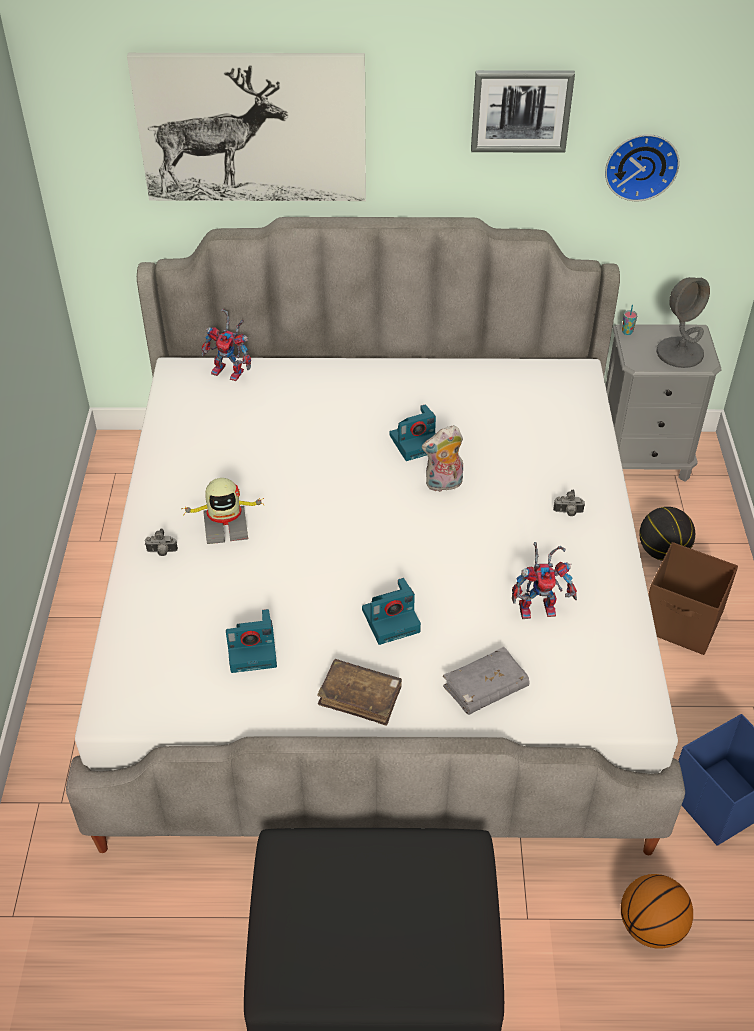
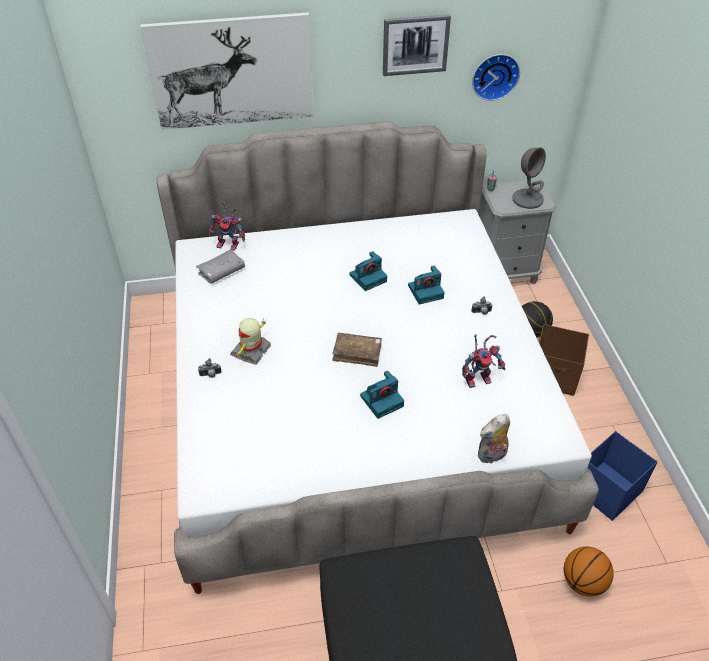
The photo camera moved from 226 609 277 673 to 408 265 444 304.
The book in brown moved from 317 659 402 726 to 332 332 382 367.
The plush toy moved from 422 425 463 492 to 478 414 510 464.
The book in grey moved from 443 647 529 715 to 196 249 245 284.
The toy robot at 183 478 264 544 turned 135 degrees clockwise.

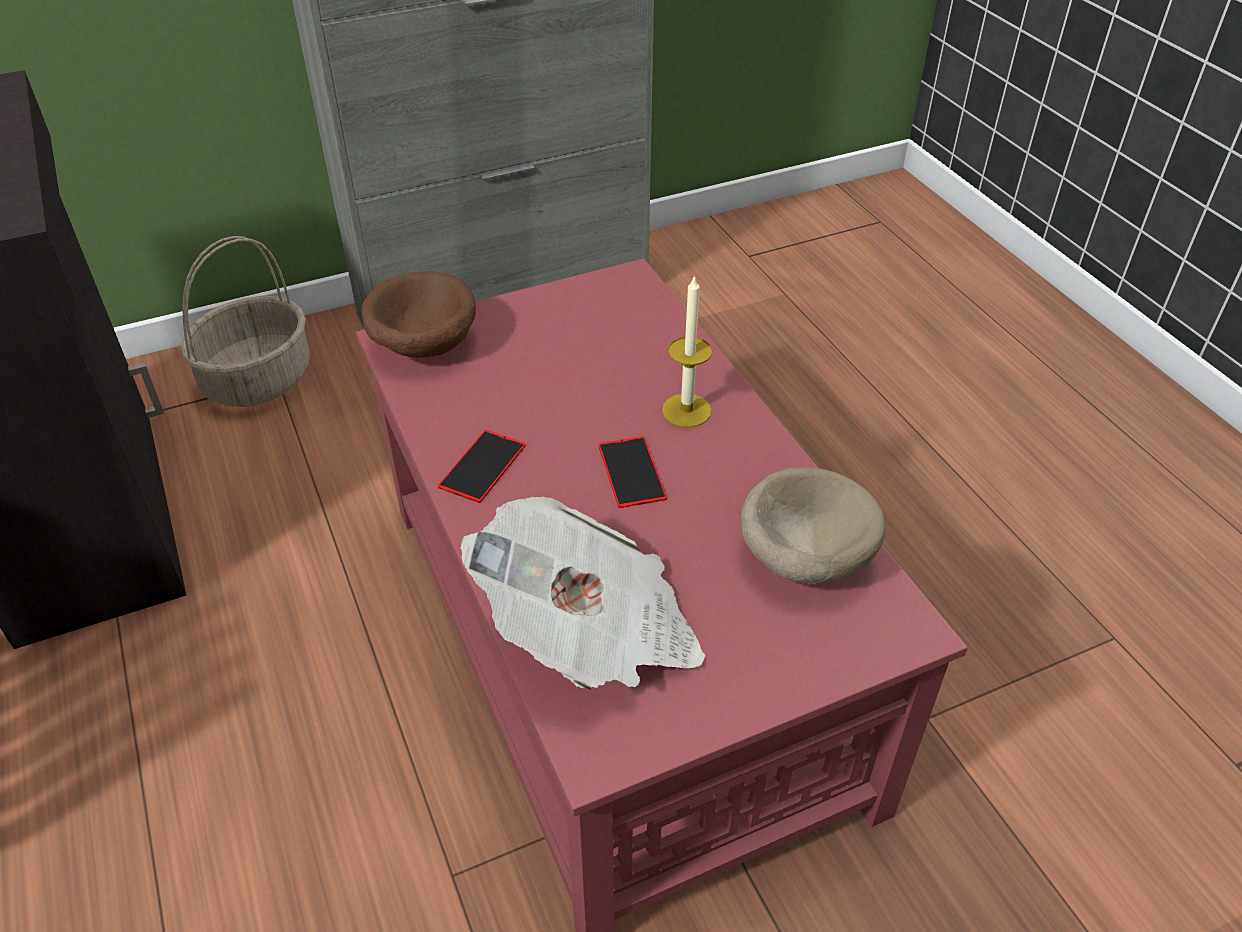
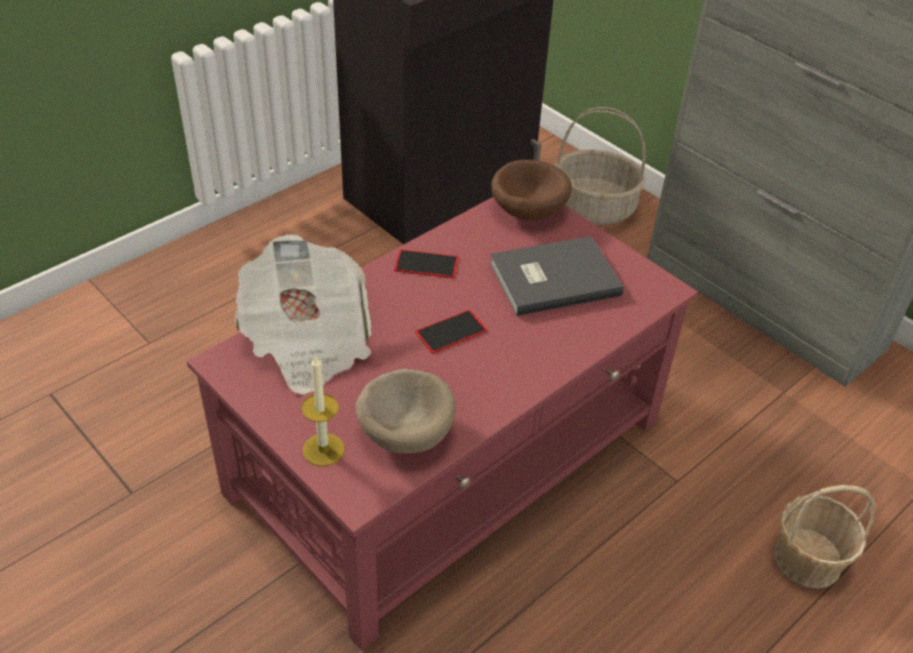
The book in grey at 490 236 623 316 appeared.
The basket at 775 485 876 589 appeared.
The candle moved from 662 275 712 427 to 301 355 345 466.

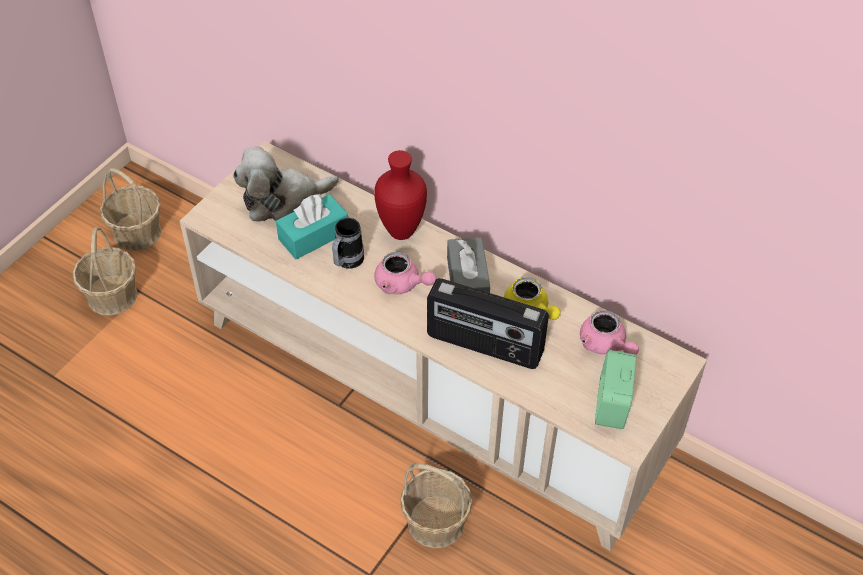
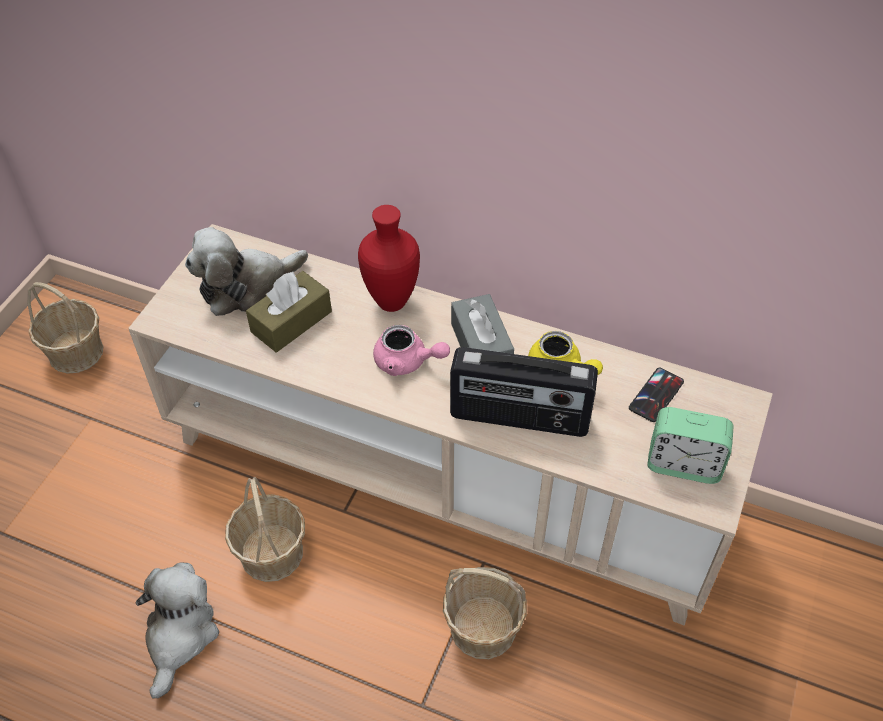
The mug at 332 218 364 269 disappeared.
The plush toy at 135 562 219 699 appeared.
The basket moved from 73 227 137 316 to 225 477 305 582.
The teapot in pink at 580 310 639 355 was replaced by the phone at 629 367 684 422.
The tissue box in turquoise at 276 194 348 259 became the tissue box in brown at 246 271 332 352.
The alarm clock at 595 350 637 429 turned 75 degrees counterclockwise.

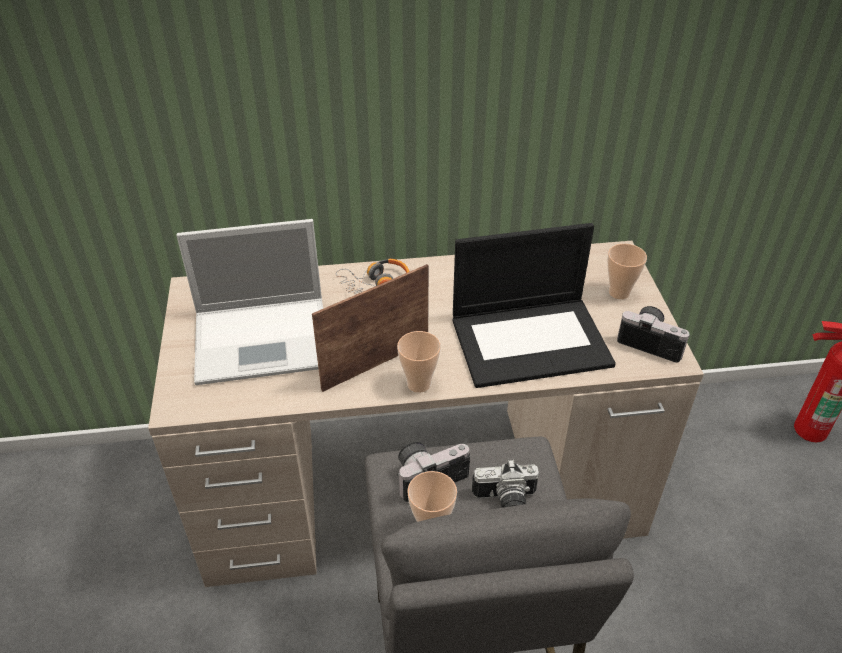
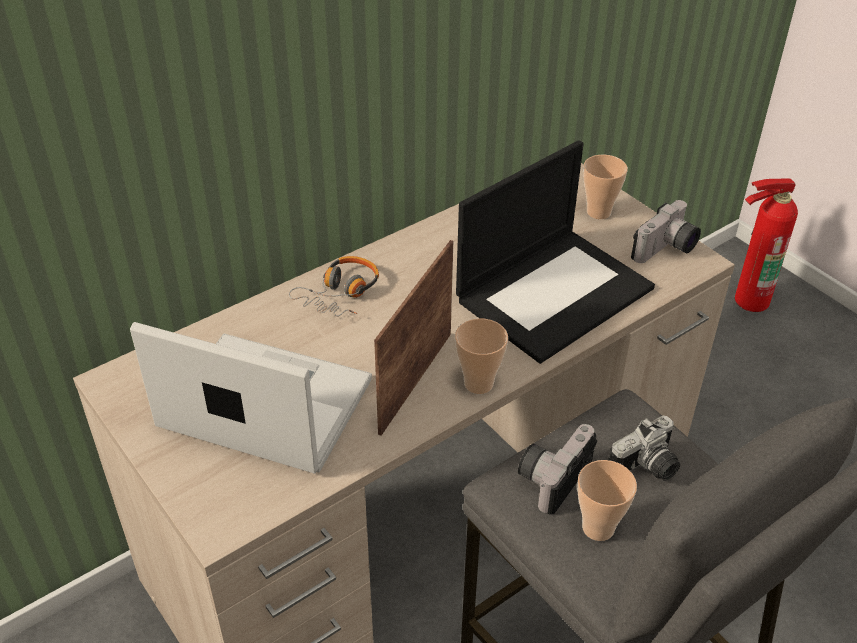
The laptop at 176 219 323 385 turned 120 degrees counterclockwise.
The photo camera at 617 306 690 363 turned 135 degrees clockwise.

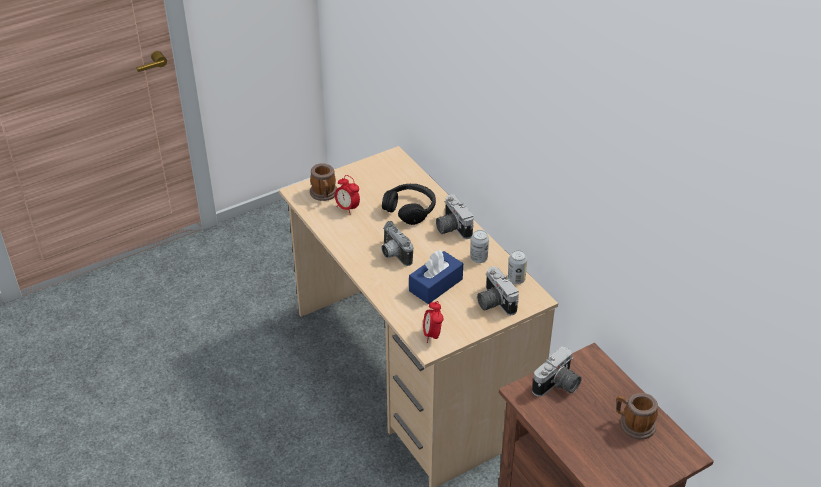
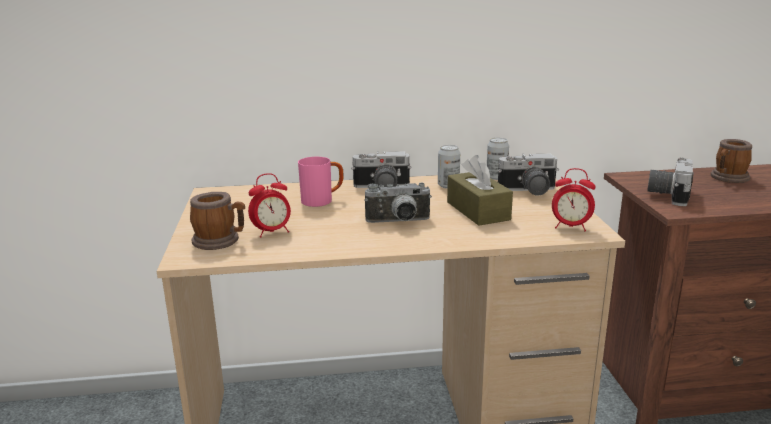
The headphones in black at 382 184 436 225 was replaced by the mug in pink at 298 157 344 207.
The tissue box in blue at 409 250 463 304 became the tissue box in brown at 447 155 513 226.
The photo camera at 532 347 582 397 turned 135 degrees counterclockwise.

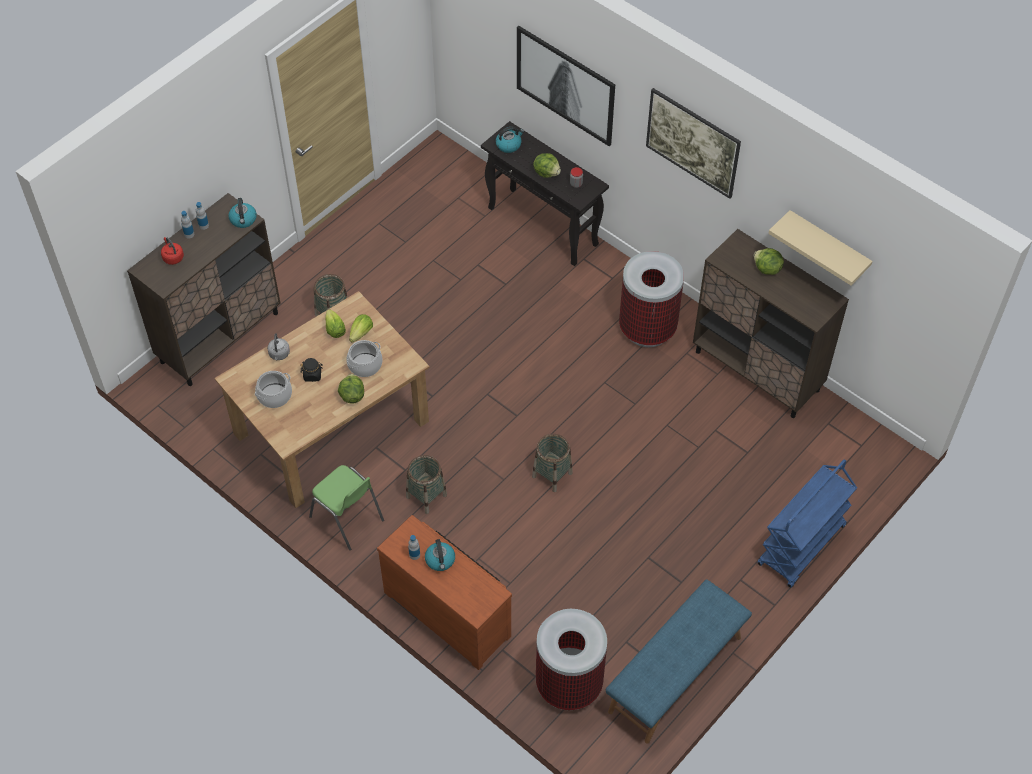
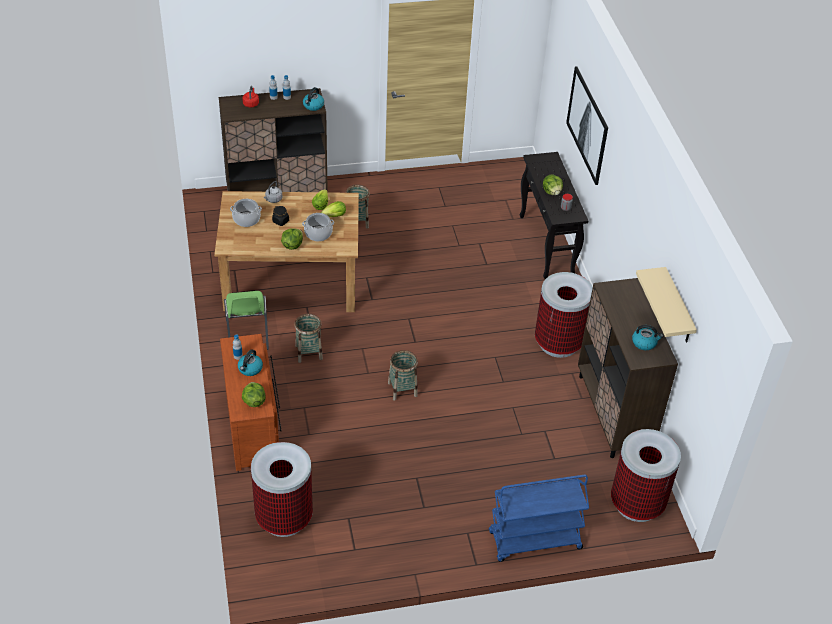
The bench in blue at 606 579 752 744 disappeared.
The picture at 646 88 741 199 disappeared.
The trash can at 611 429 681 522 appeared.
The kettle moved from 496 127 524 153 to 632 325 663 350.
The lettuce moved from 754 248 784 275 to 242 382 266 407.

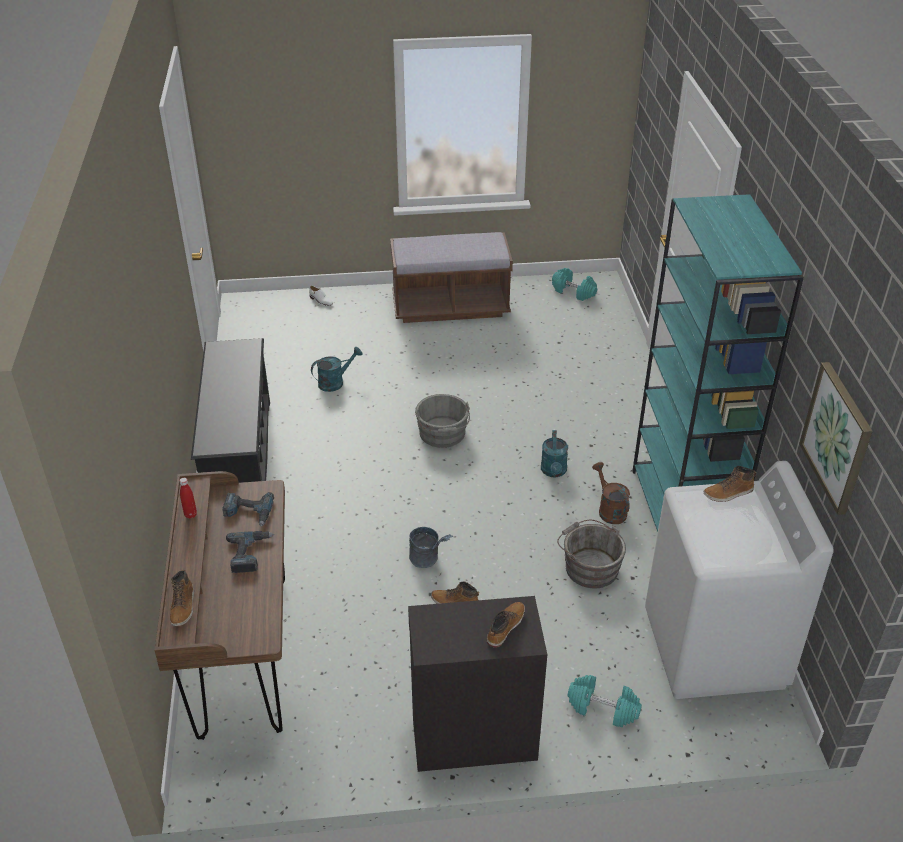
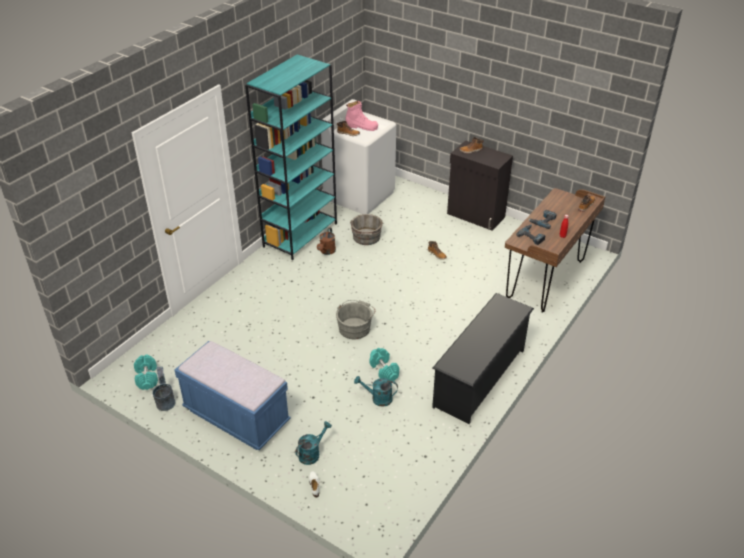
The picture at 799 362 873 515 disappeared.
The boot in pink at 345 101 378 131 appeared.
The bucket in grey moved from 409 527 453 568 to 152 366 176 411.
The watering can in turquoise moved from 541 430 568 477 to 295 421 332 465.
The dumbbell in turquoise moved from 567 675 642 727 to 370 348 399 381.
The bench in brown at 390 232 513 323 became the bench in blue at 175 341 291 450.

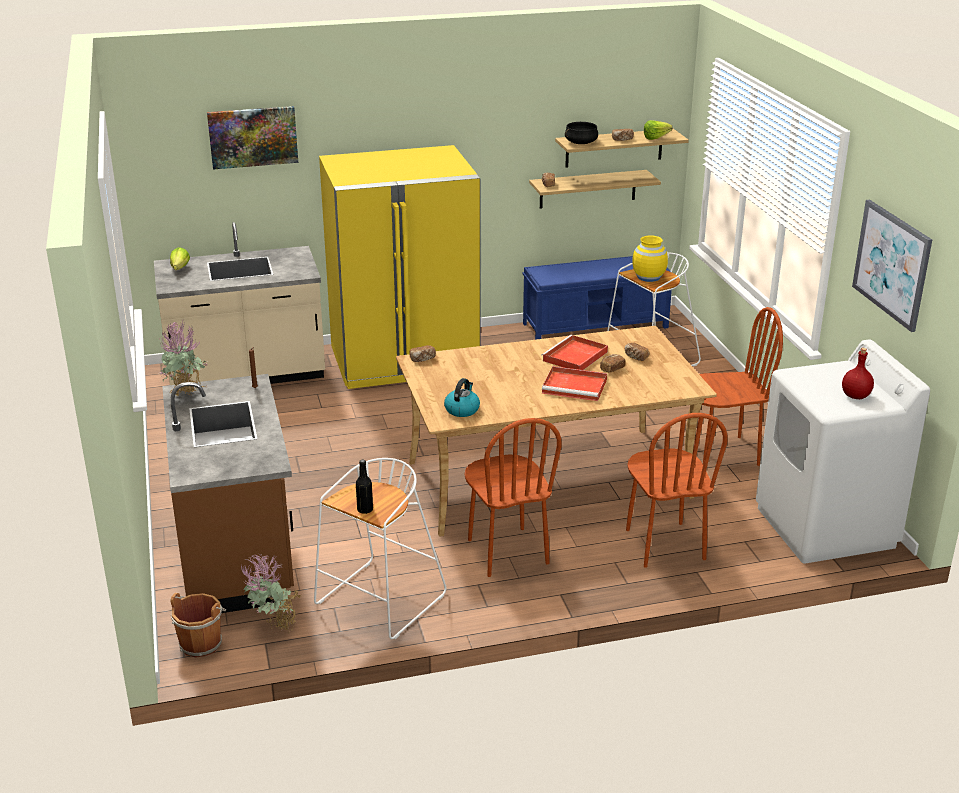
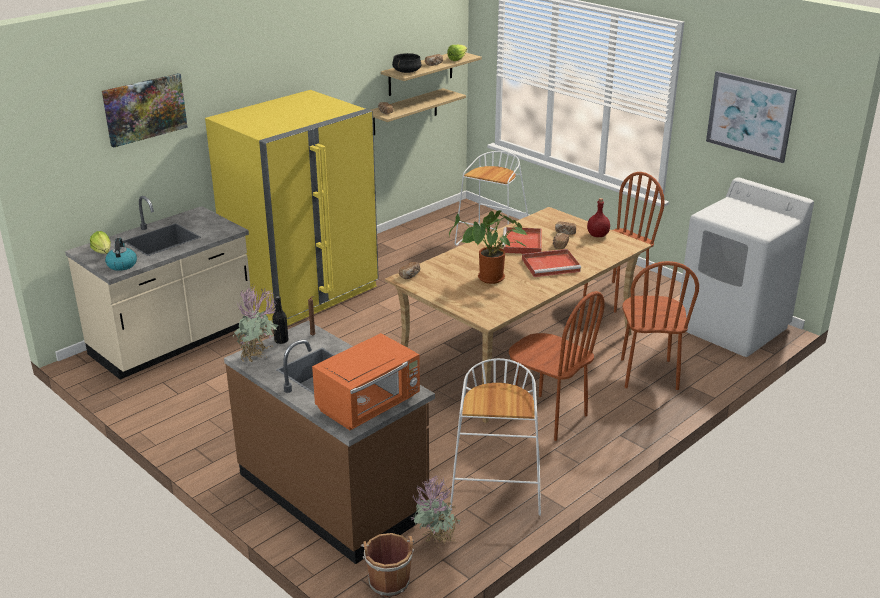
The bench in blue at 522 256 672 340 disappeared.
The vase in yellow at 632 235 668 282 disappeared.
The microwave in orange at 312 333 420 430 appeared.
The potted plant at 449 210 527 284 appeared.
The bottle in black moved from 356 460 373 514 to 272 296 289 344.
The kettle moved from 444 378 480 417 to 105 238 137 271.
The bottle in red moved from 842 348 874 399 to 587 198 610 237.
The chair in brown at 626 413 728 568 turned 45 degrees clockwise.

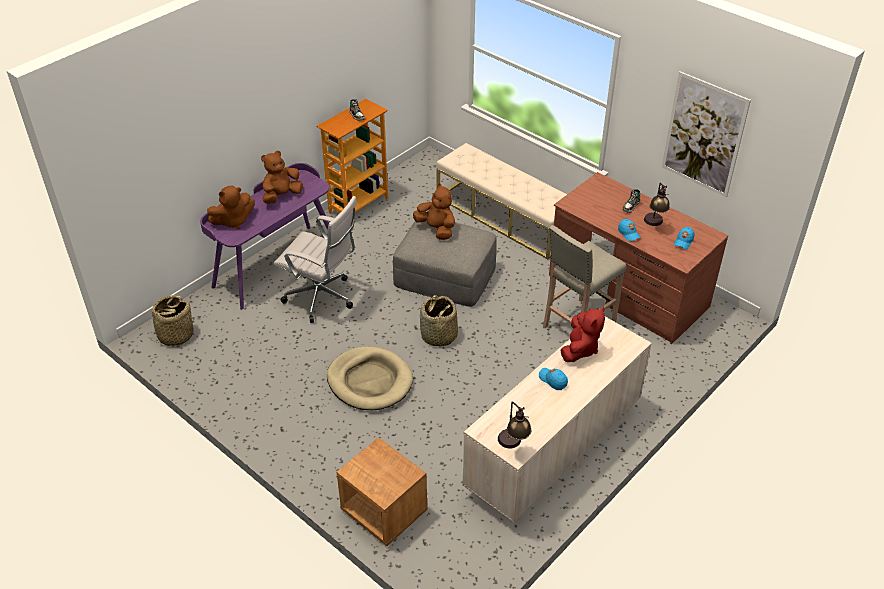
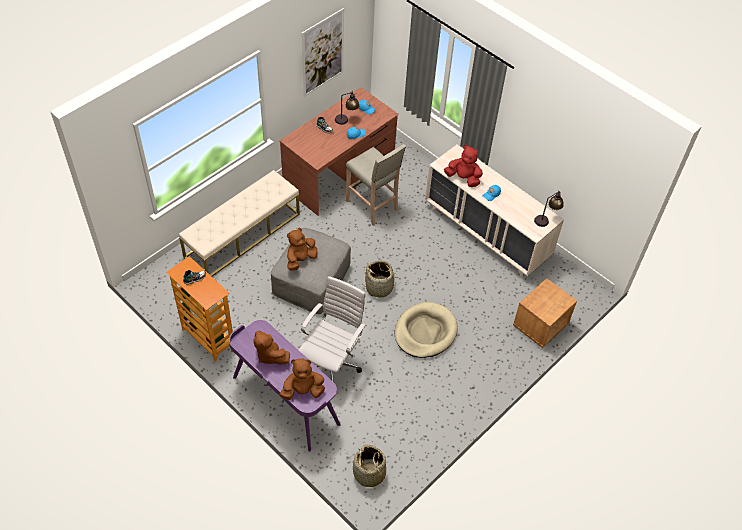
The plush toy in brown at 207 185 255 229 turned 75 degrees counterclockwise.

